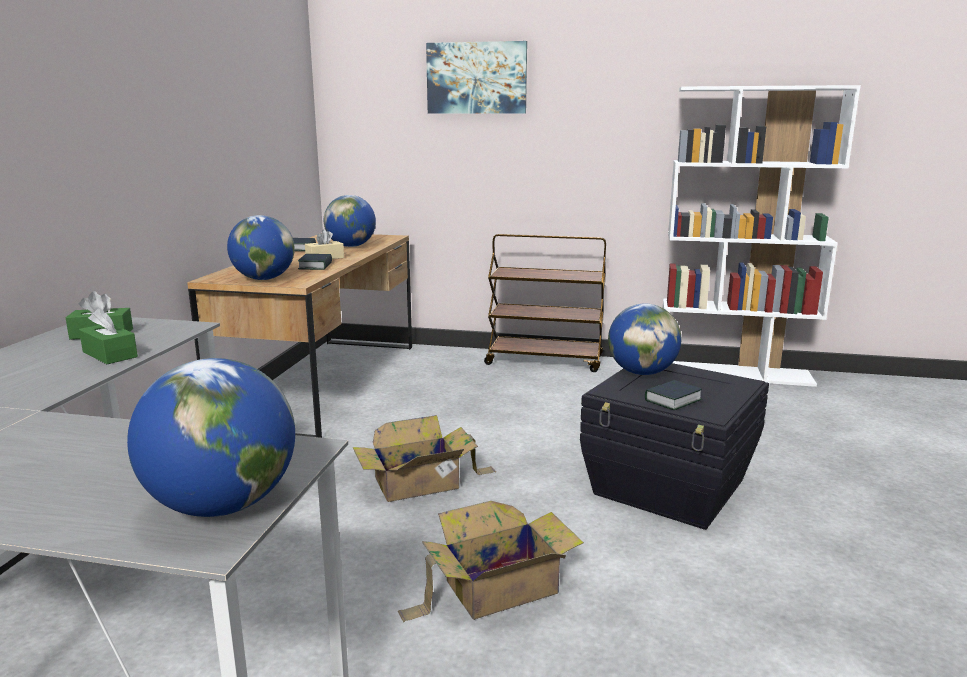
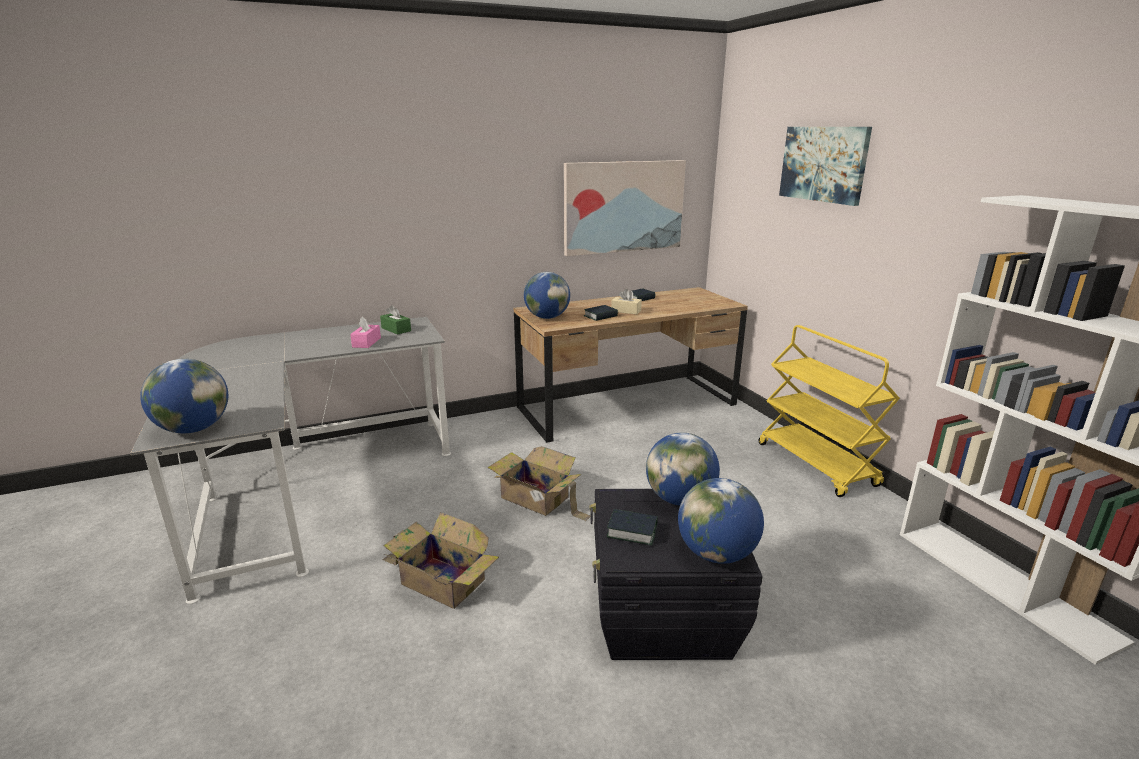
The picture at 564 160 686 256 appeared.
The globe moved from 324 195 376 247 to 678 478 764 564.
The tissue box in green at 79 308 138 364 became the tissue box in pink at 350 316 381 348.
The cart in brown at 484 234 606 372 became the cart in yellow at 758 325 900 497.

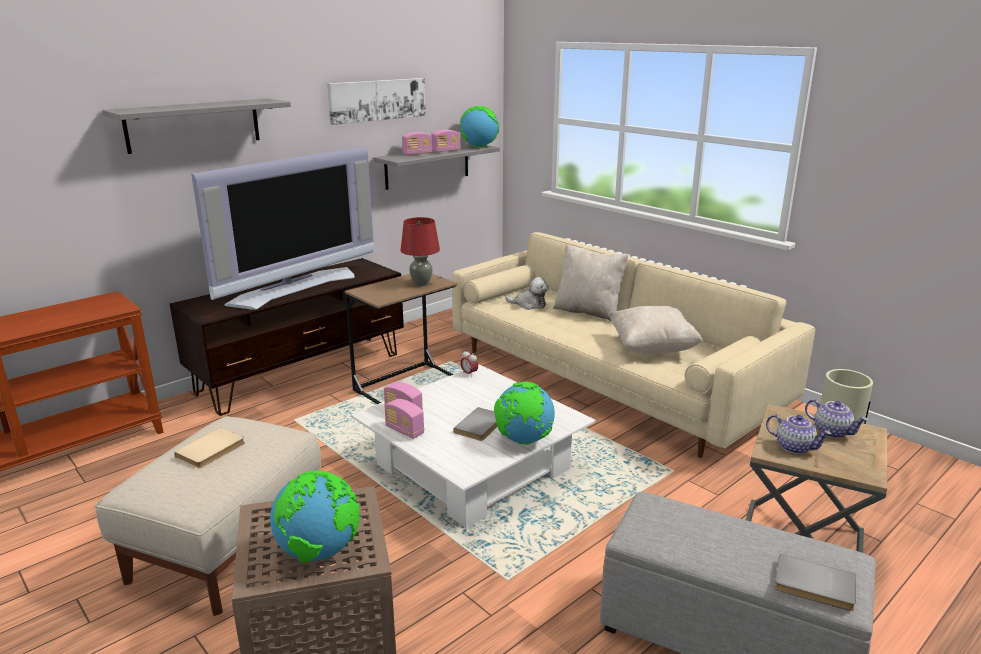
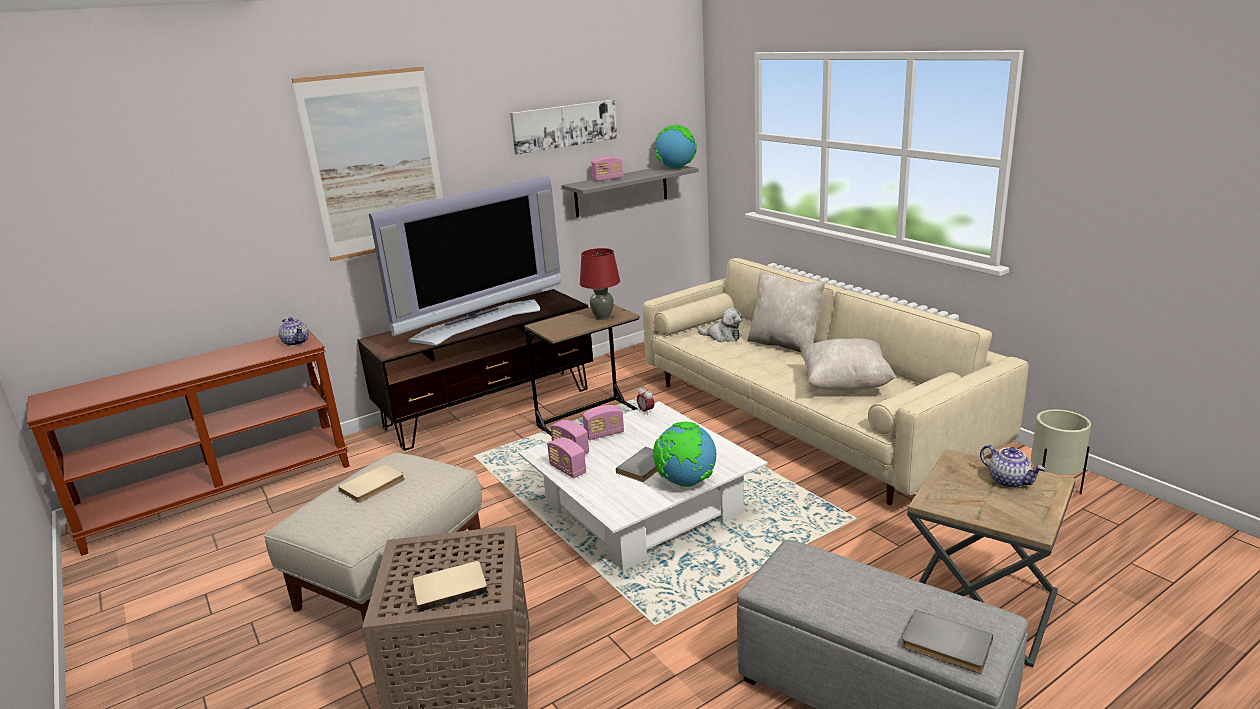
The radio moved from 431 130 460 153 to 583 405 624 440.
The teapot moved from 766 414 832 454 to 279 317 309 346.
The shelf in grey at 102 98 291 154 was replaced by the picture at 292 66 443 261.
The globe at 270 471 360 563 was replaced by the book in beige at 412 561 488 612.

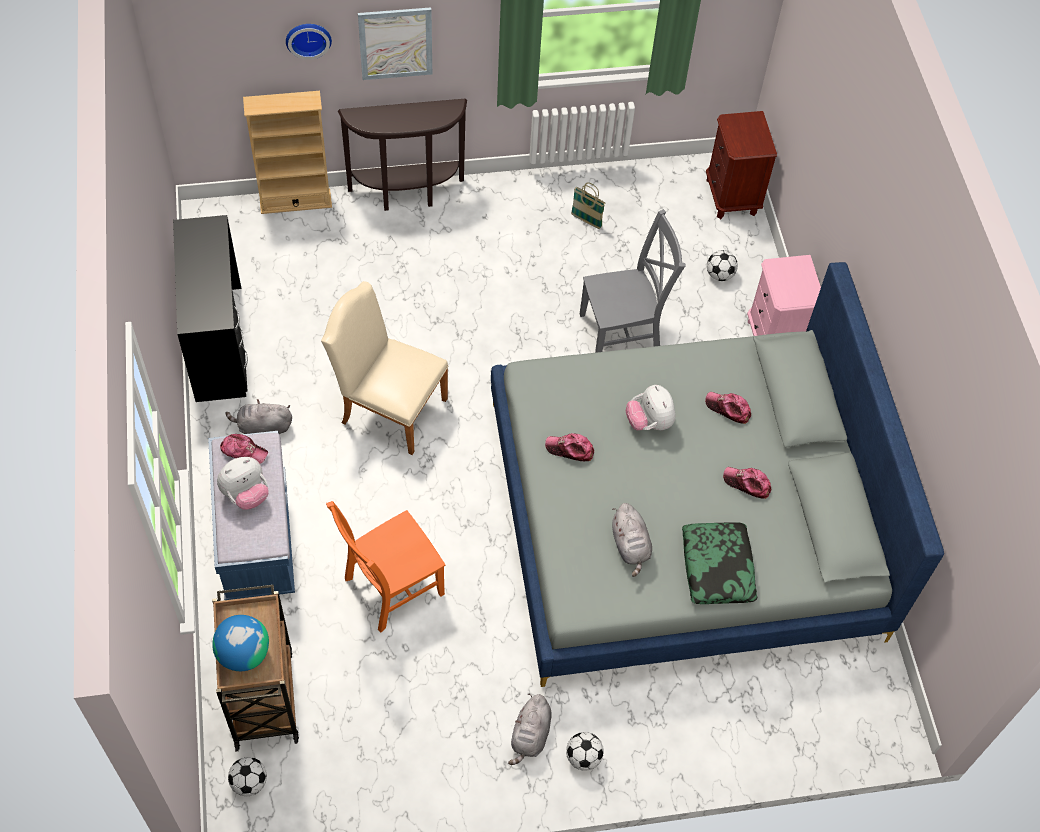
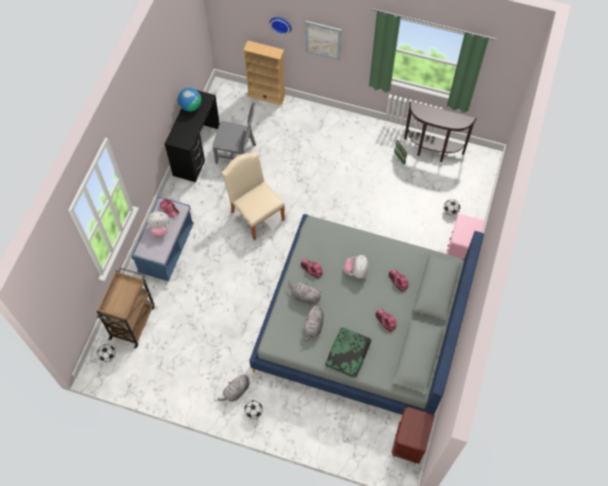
The chair in orange at 326 501 445 632 disappeared.
The globe moved from 212 615 269 671 to 178 88 201 112.
The plush toy in grey moved from 226 399 292 434 to 288 281 322 305.
The console table in brown moved from 338 99 467 211 to 404 101 476 162.
The chair in grey moved from 580 209 685 353 to 212 101 256 164.
The nightstand in brown moved from 706 111 777 219 to 391 407 435 464.

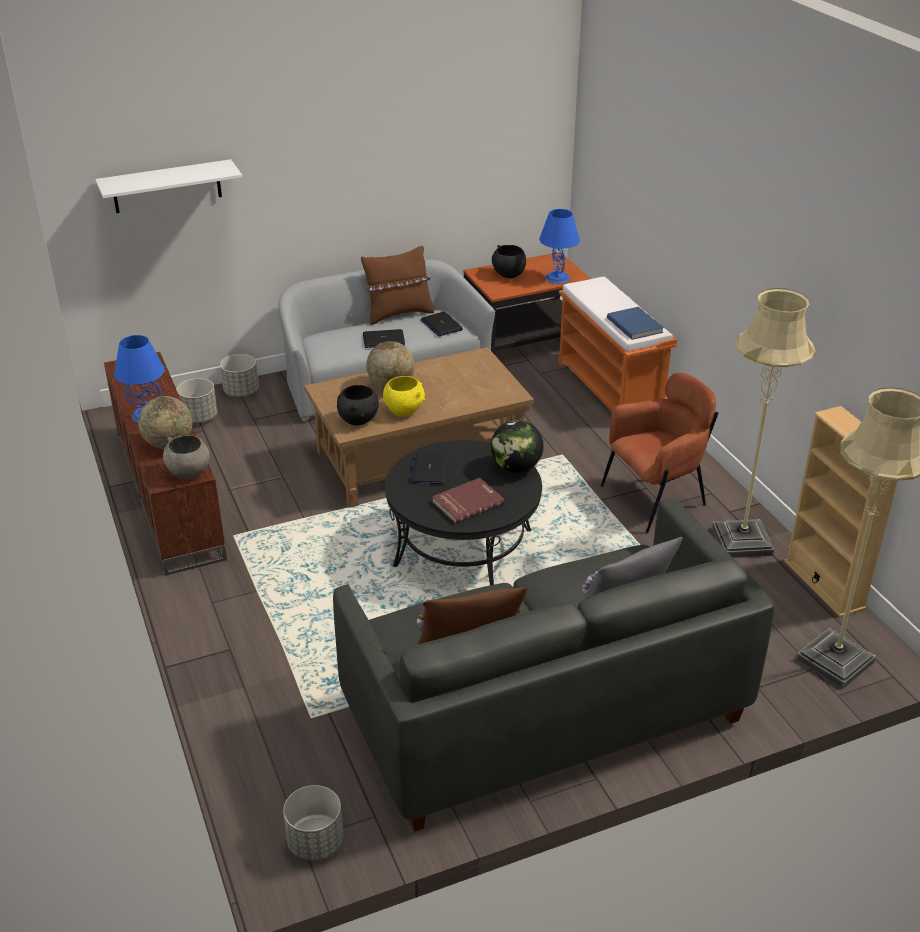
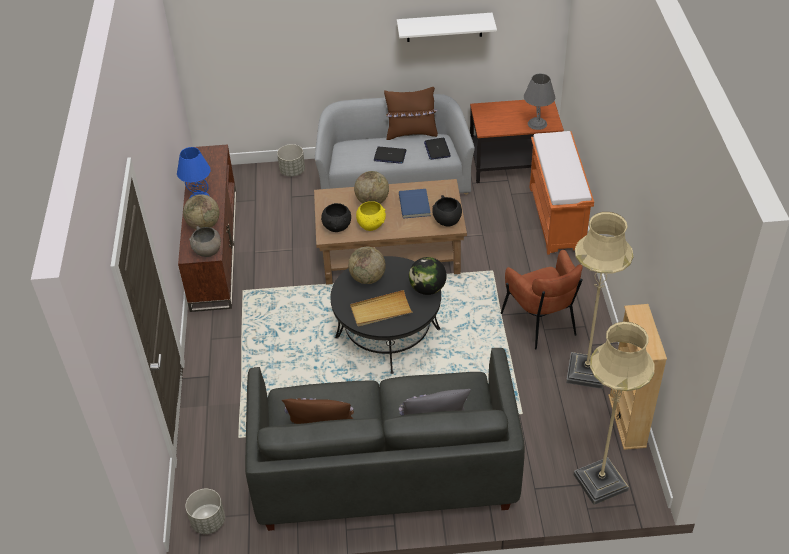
The planter in grey at 176 378 217 423 disappeared.
The shelf in white moved from 95 159 242 213 to 397 13 497 42.
The bowl in black moved from 492 245 526 278 to 432 195 462 227.
The book in blue moved from 607 307 664 340 to 399 189 431 219.
The laptop at 409 453 448 484 was replaced by the globe at 348 247 386 284.
The book in red at 432 478 505 524 was replaced by the tray in beige at 350 290 413 326.
The table lamp in blue at 539 209 580 284 became the table lamp in grey at 524 74 555 130.
The armchair in brown at 601 373 718 533 turned 75 degrees clockwise.

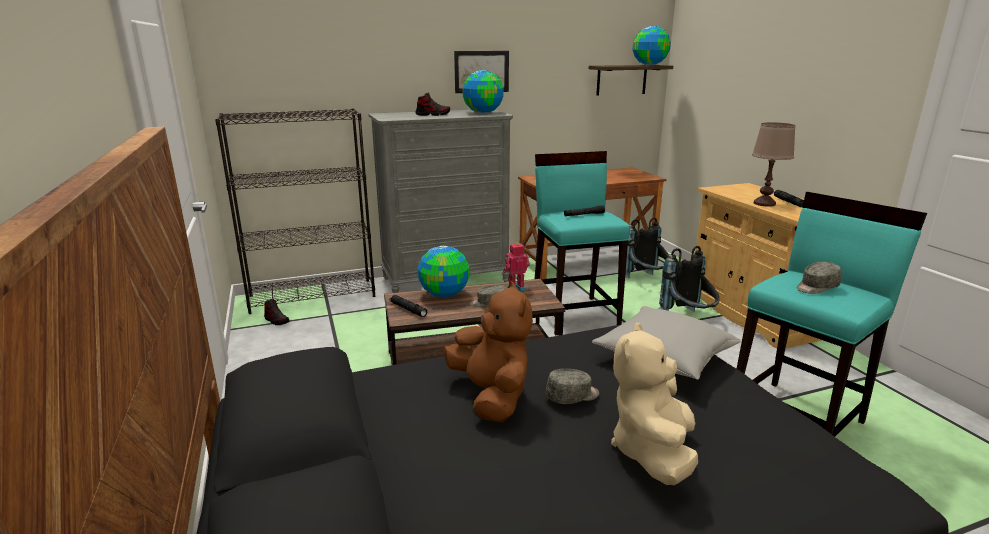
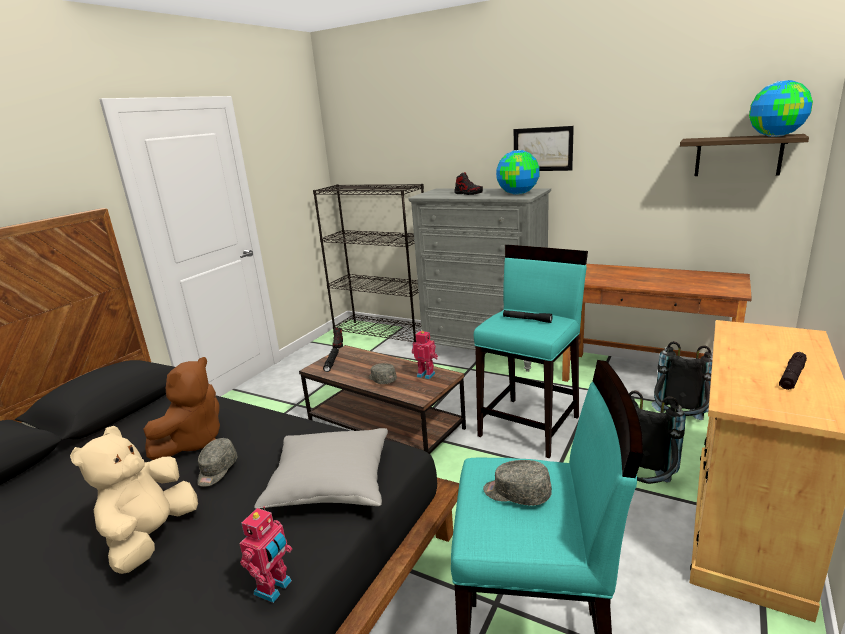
The globe at 418 246 469 297 disappeared.
The table lamp in brown at 752 122 796 207 disappeared.
The toy robot at 239 506 292 603 appeared.
The cap in grey at 545 369 599 404 turned 75 degrees clockwise.
The plush toy in beige at 611 322 698 485 turned 60 degrees counterclockwise.

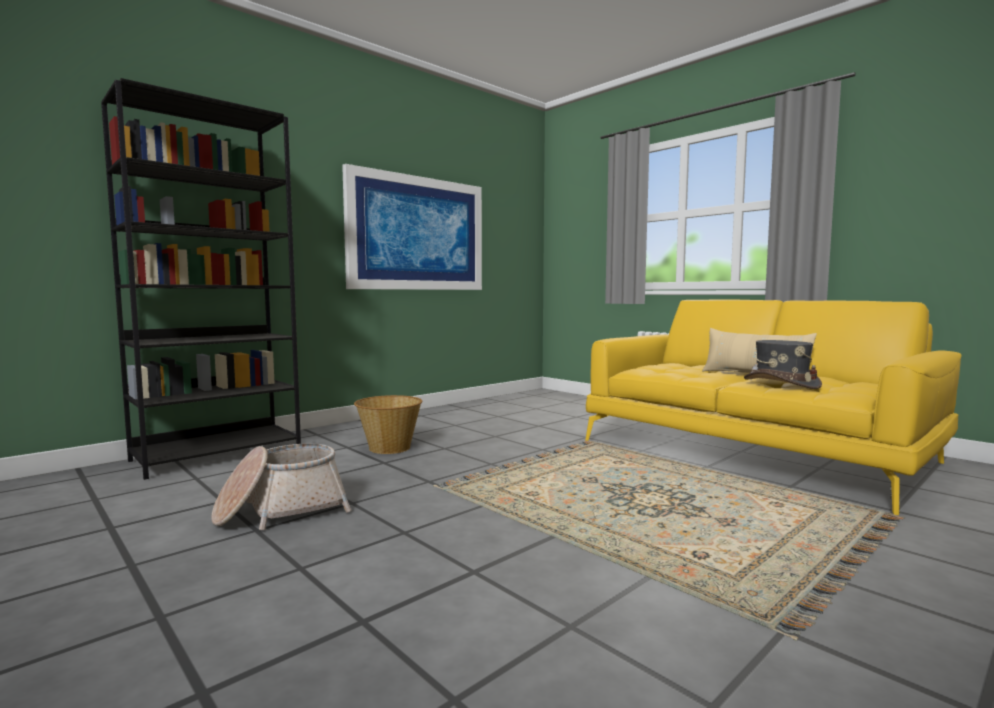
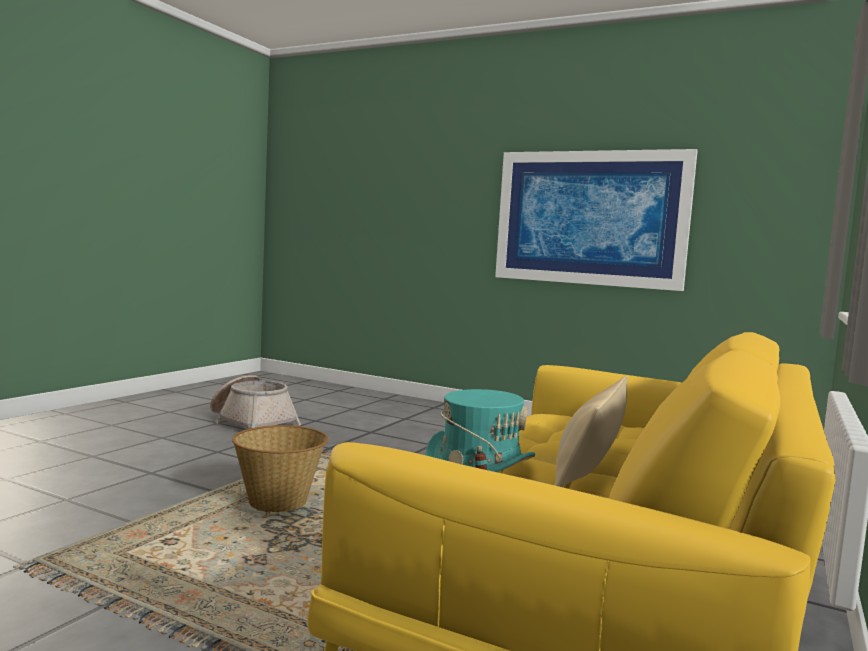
The bookcase in black at 101 78 301 480 disappeared.
The basket moved from 354 395 422 454 to 232 425 329 512.
The hat in grey at 744 340 822 389 became the hat in turquoise at 426 389 535 472.

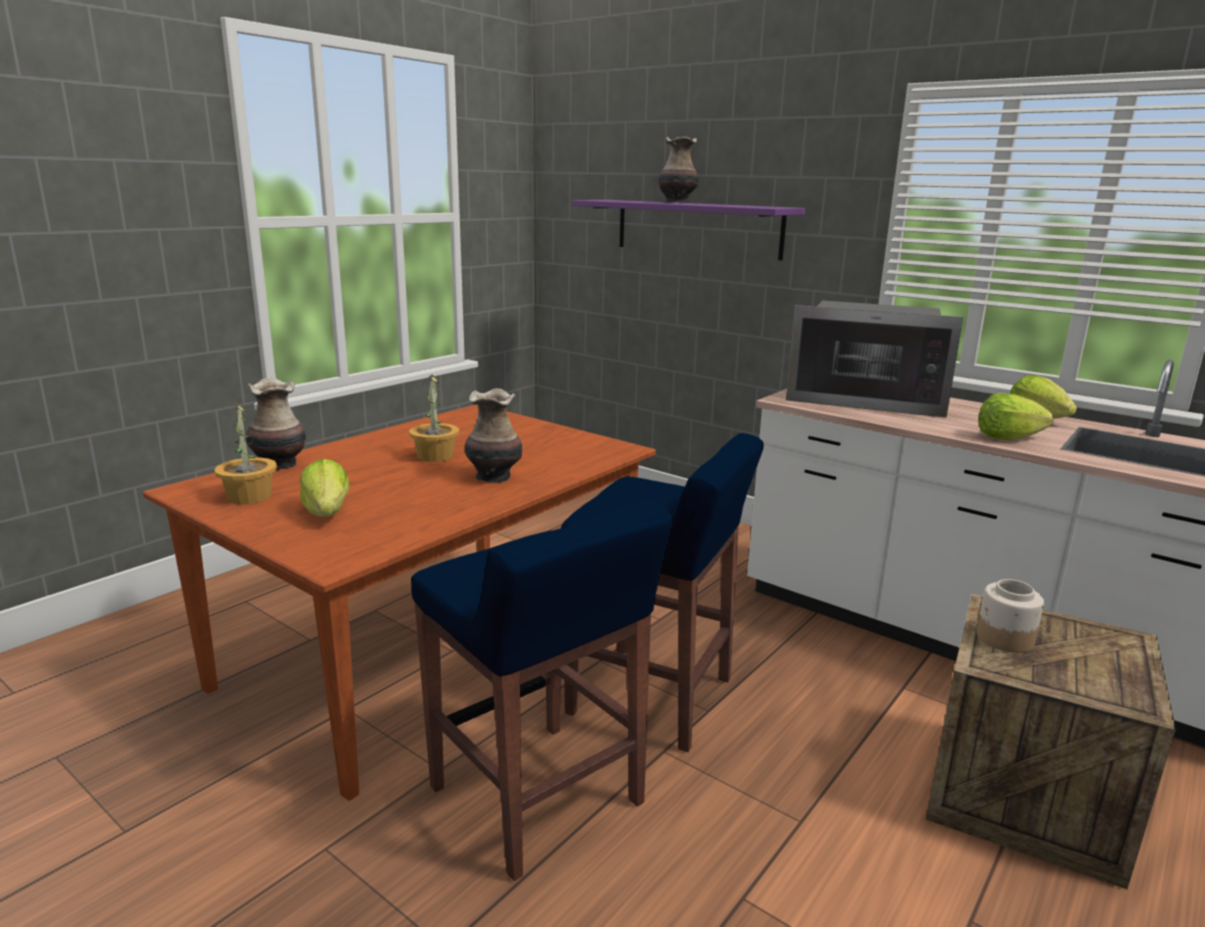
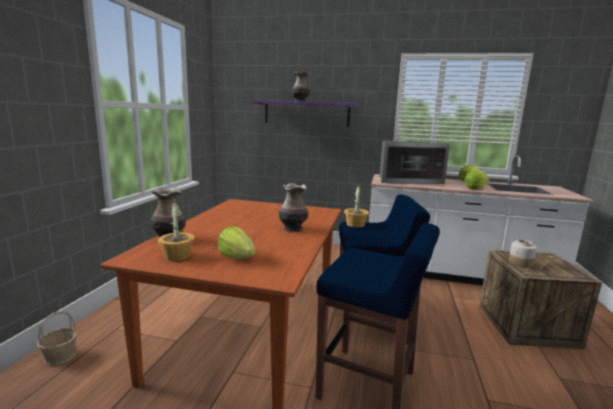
The basket at 37 311 77 366 appeared.
The potted plant moved from 409 375 459 462 to 344 184 369 227.

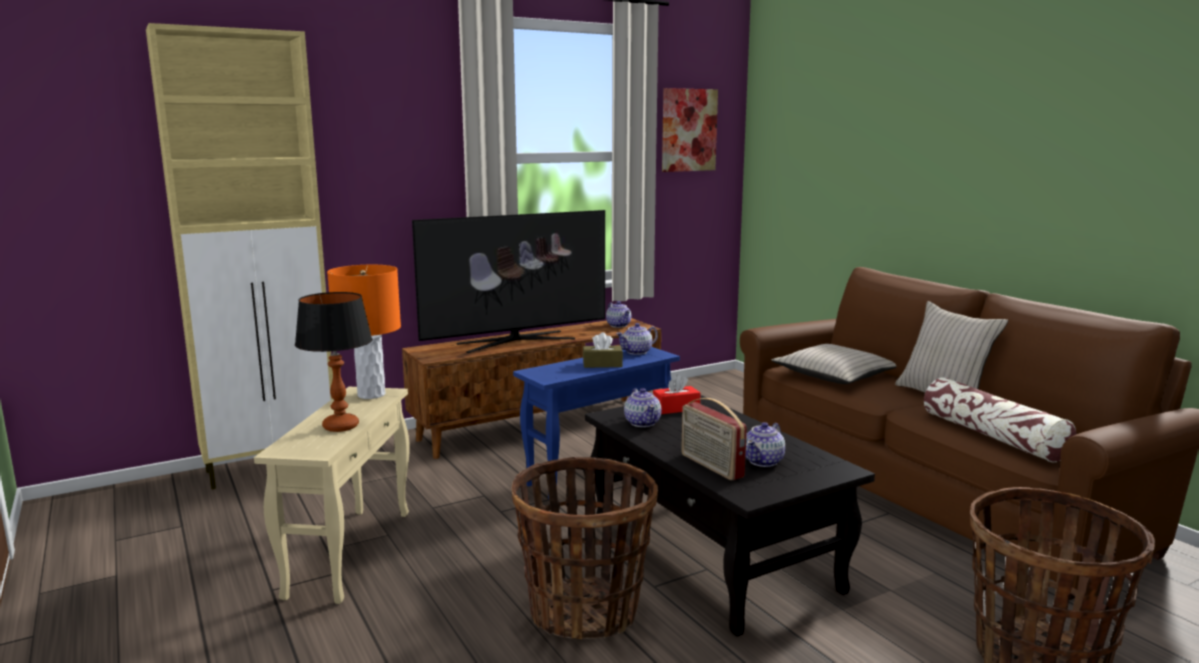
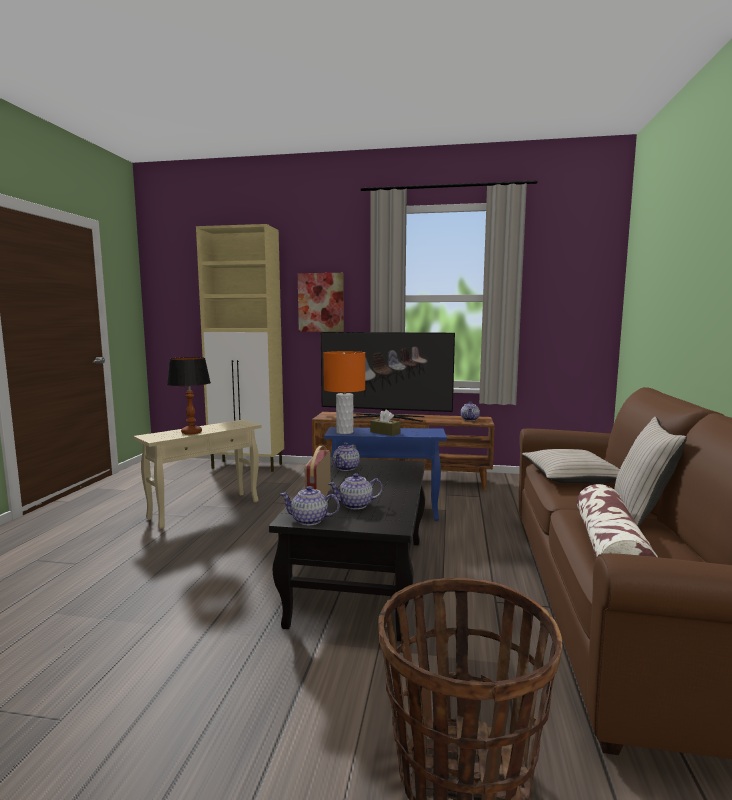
The basket at 511 457 658 640 disappeared.
The tissue box in red at 653 374 700 414 disappeared.
The table lamp in orange moved from 327 265 401 399 to 323 351 365 434.
The teapot moved from 616 323 658 355 to 280 486 339 525.
The picture moved from 662 88 718 172 to 298 273 344 332.

